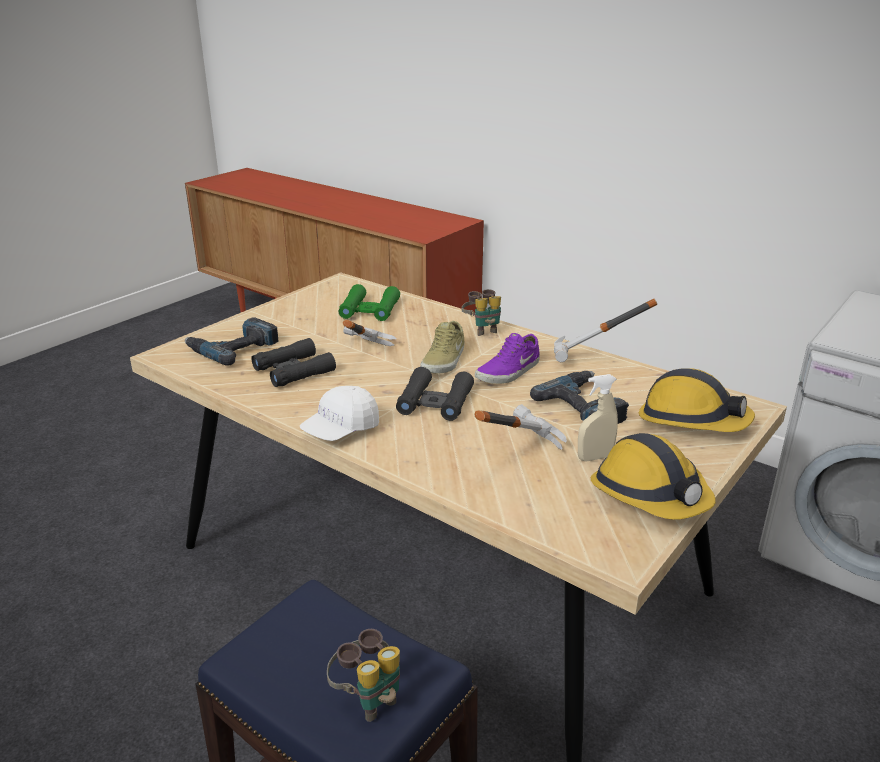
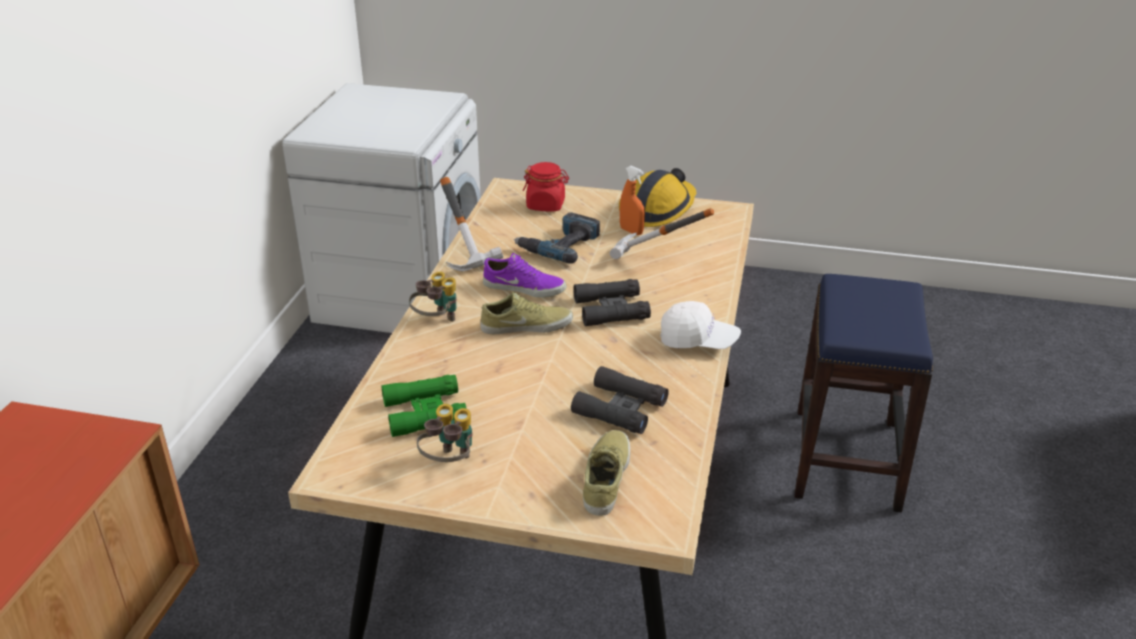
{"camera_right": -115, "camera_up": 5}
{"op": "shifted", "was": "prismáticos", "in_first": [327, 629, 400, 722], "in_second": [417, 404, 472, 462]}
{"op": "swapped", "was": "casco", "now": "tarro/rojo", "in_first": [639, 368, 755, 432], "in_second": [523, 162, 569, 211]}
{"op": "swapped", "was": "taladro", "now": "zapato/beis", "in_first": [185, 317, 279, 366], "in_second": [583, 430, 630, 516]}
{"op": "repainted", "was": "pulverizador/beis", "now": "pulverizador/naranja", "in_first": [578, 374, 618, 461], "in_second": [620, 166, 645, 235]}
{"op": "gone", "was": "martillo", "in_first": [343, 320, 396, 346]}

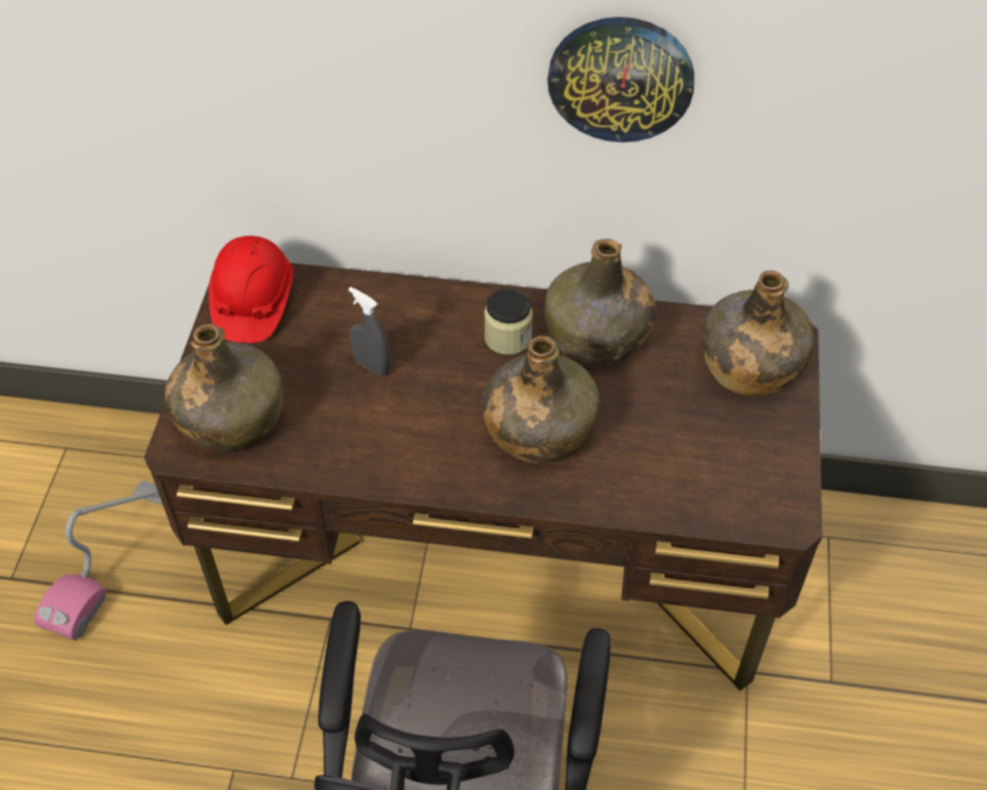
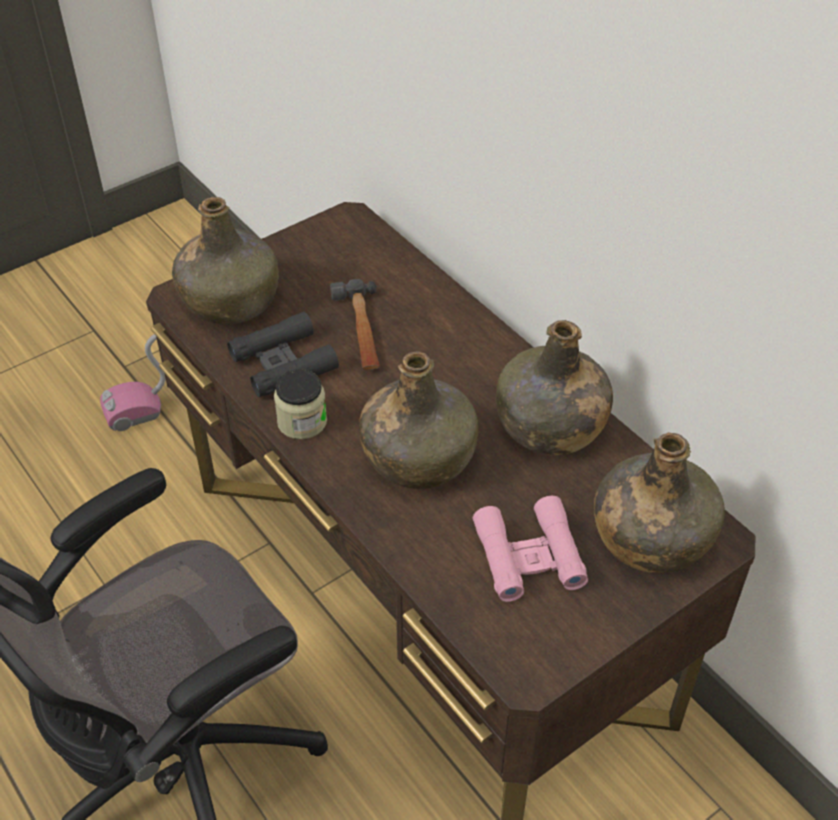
{"camera_right": 45, "camera_up": -5}
{"op": "new", "now": "prismáticos/negro", "in_second": [227, 312, 339, 397]}
{"op": "shifted", "was": "tarro", "in_first": [484, 289, 533, 355], "in_second": [274, 369, 327, 439]}
{"op": "swapped", "was": "pulverizador/gris", "now": "martillo", "in_first": [348, 287, 390, 376], "in_second": [330, 279, 380, 370]}
{"op": "new", "now": "prismáticos/rosa", "in_second": [473, 496, 588, 602]}
{"op": "gone", "was": "casco/rojo", "in_first": [209, 236, 294, 343]}
{"op": "gone", "was": "reloj de pared", "in_first": [547, 17, 694, 142]}

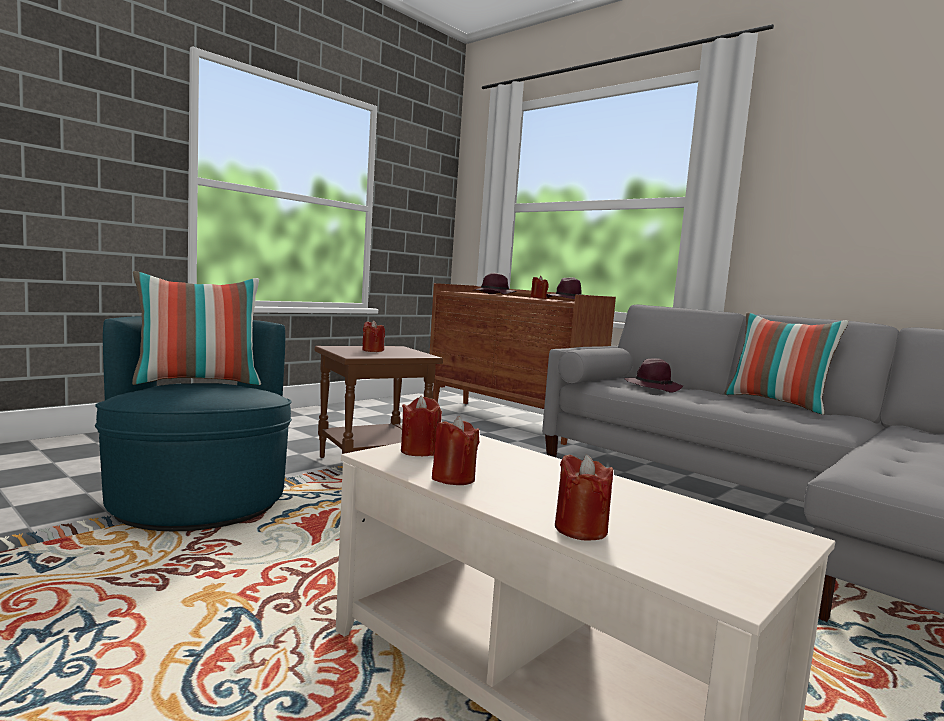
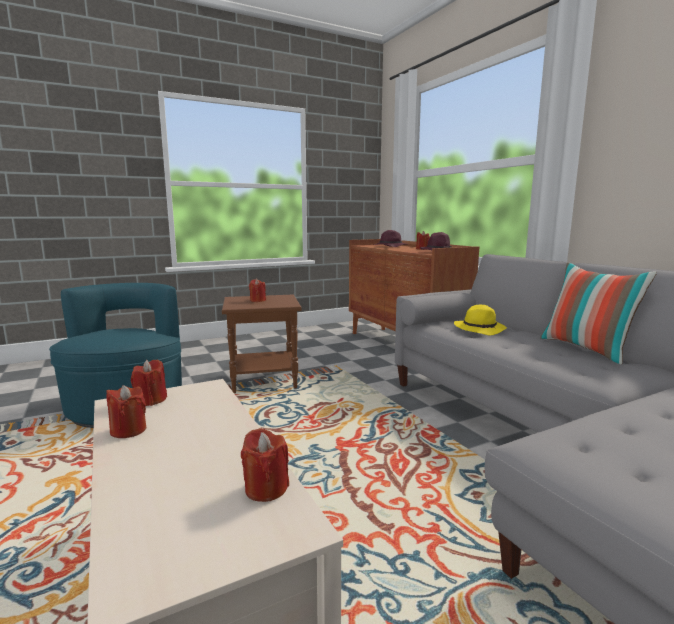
{"camera_right": 20, "camera_up": 5}
{"op": "shifted", "was": "vela/rojo", "in_first": [555, 454, 613, 540], "in_second": [241, 428, 289, 502]}
{"op": "repainted", "was": "sombrero/morado", "now": "sombrero/amarillo", "in_first": [624, 359, 683, 392], "in_second": [454, 305, 507, 335]}
{"op": "gone", "was": "cojín", "in_first": [132, 271, 261, 385]}

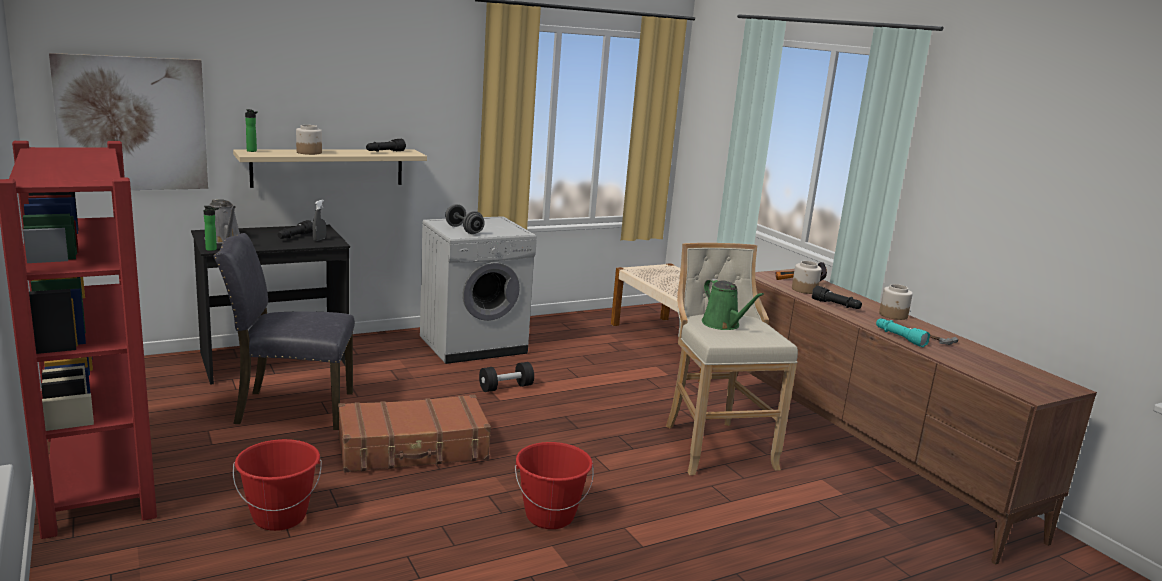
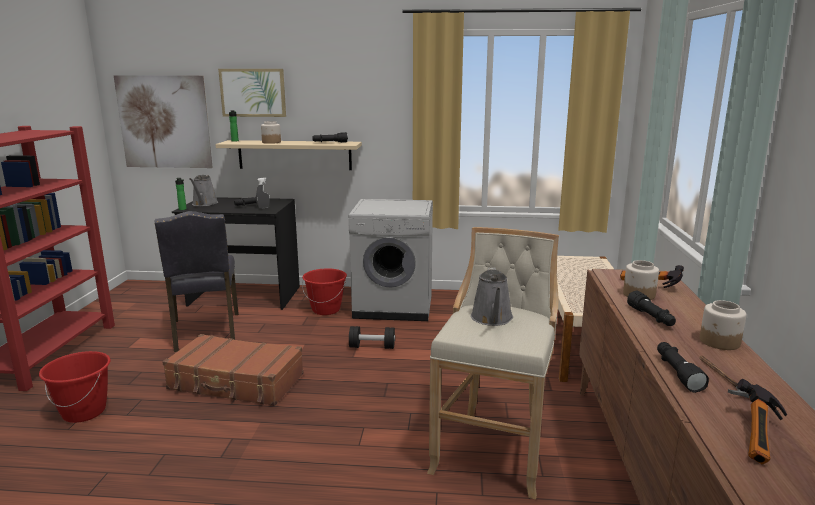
{"camera_right": 35, "camera_up": 0}
{"op": "rotated", "was": "silla/gris", "in_first": [213, 233, 355, 430], "in_second": [154, 211, 239, 352], "clockwise": -135}
{"op": "new", "now": "cuadro", "in_second": [218, 69, 286, 117]}
{"op": "shifted", "was": "cubo/rojo", "in_first": [515, 442, 594, 529], "in_second": [302, 268, 347, 315]}
{"op": "repainted", "was": "regadera/verde", "now": "regadera/gris", "in_first": [702, 279, 764, 330], "in_second": [471, 267, 513, 326]}
{"op": "repainted", "was": "linterna/turquesa", "now": "linterna/negro", "in_first": [876, 318, 930, 347], "in_second": [657, 342, 709, 393]}
{"op": "new", "now": "martillo", "in_second": [737, 379, 787, 464]}
{"op": "gone", "was": "mancuerna/gris", "in_first": [445, 204, 485, 234]}

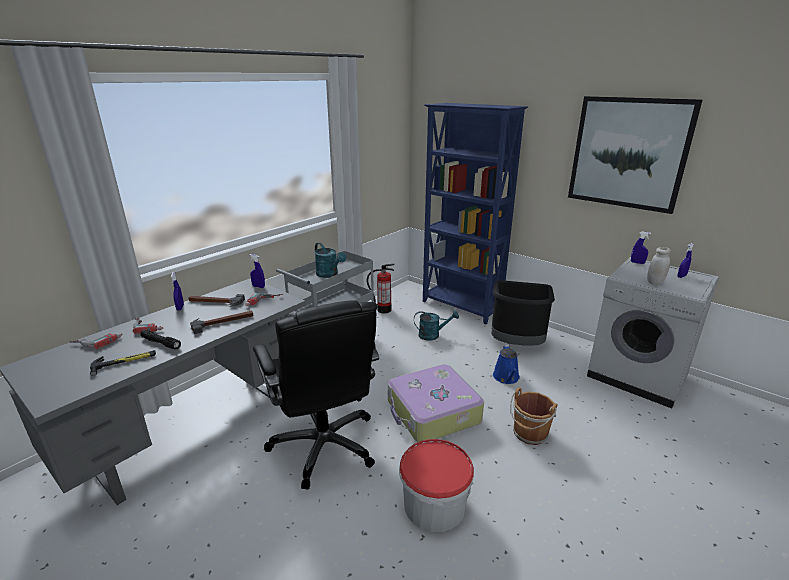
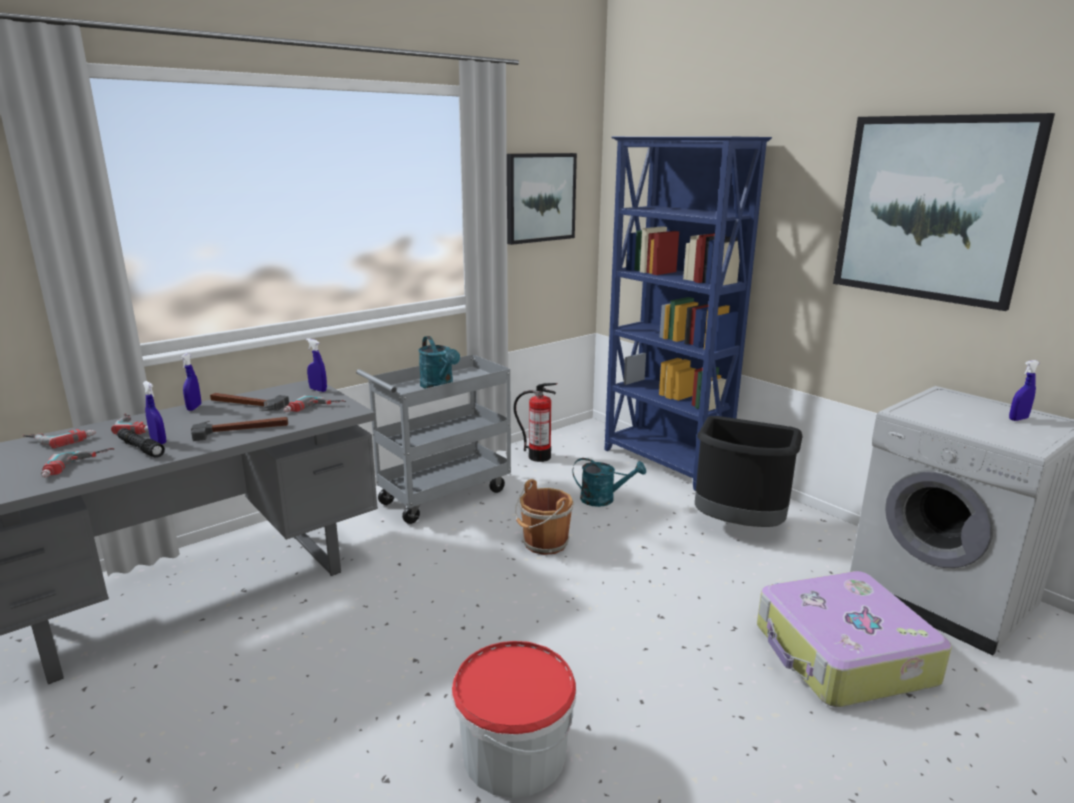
{"camera_right": 10, "camera_up": -5}
{"op": "swapped", "was": "martillo", "now": "taladro", "in_first": [90, 350, 156, 376], "in_second": [41, 448, 115, 478]}
{"op": "shifted", "was": "pulverizador/azul", "in_first": [631, 231, 651, 264], "in_second": [143, 381, 166, 444]}
{"op": "new", "now": "cuadro", "in_second": [507, 153, 577, 245]}
{"op": "shifted", "was": "cubo/marrón", "in_first": [510, 387, 558, 445], "in_second": [515, 479, 575, 555]}
{"op": "shifted", "was": "maleta", "in_first": [387, 364, 484, 442], "in_second": [757, 571, 952, 707]}
{"op": "gone", "was": "silla de oficina/negro", "in_first": [253, 300, 379, 490]}
{"op": "gone", "was": "regadera/azul", "in_first": [493, 344, 520, 384]}
{"op": "gone", "was": "tarro/blanco", "in_first": [647, 247, 671, 285]}

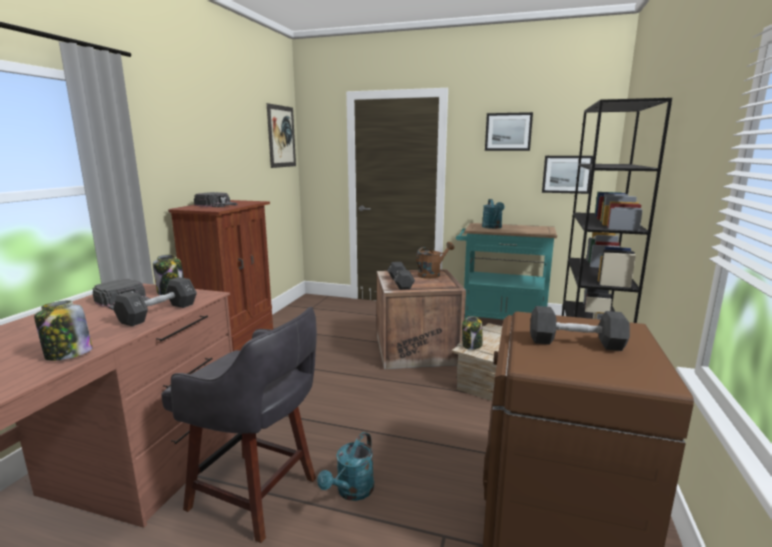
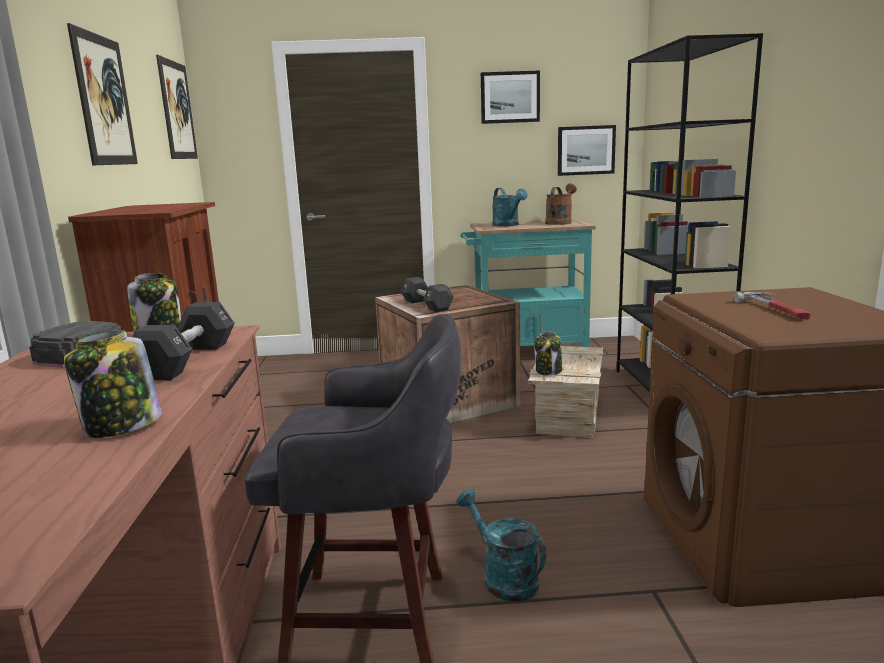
{"camera_right": -20, "camera_up": 0}
{"op": "new", "now": "cuadro", "in_second": [67, 23, 138, 165]}
{"op": "rotated", "was": "regadera/turquesa", "in_first": [317, 432, 374, 501], "in_second": [457, 489, 546, 602], "clockwise": 135}
{"op": "shifted", "was": "regadera/marrón", "in_first": [416, 242, 454, 279], "in_second": [545, 183, 577, 225]}
{"op": "swapped", "was": "mancuerna/negro", "now": "martillo", "in_first": [530, 306, 630, 351], "in_second": [734, 292, 811, 320]}
{"op": "gone", "was": "gorra/negro", "in_first": [194, 192, 238, 207]}

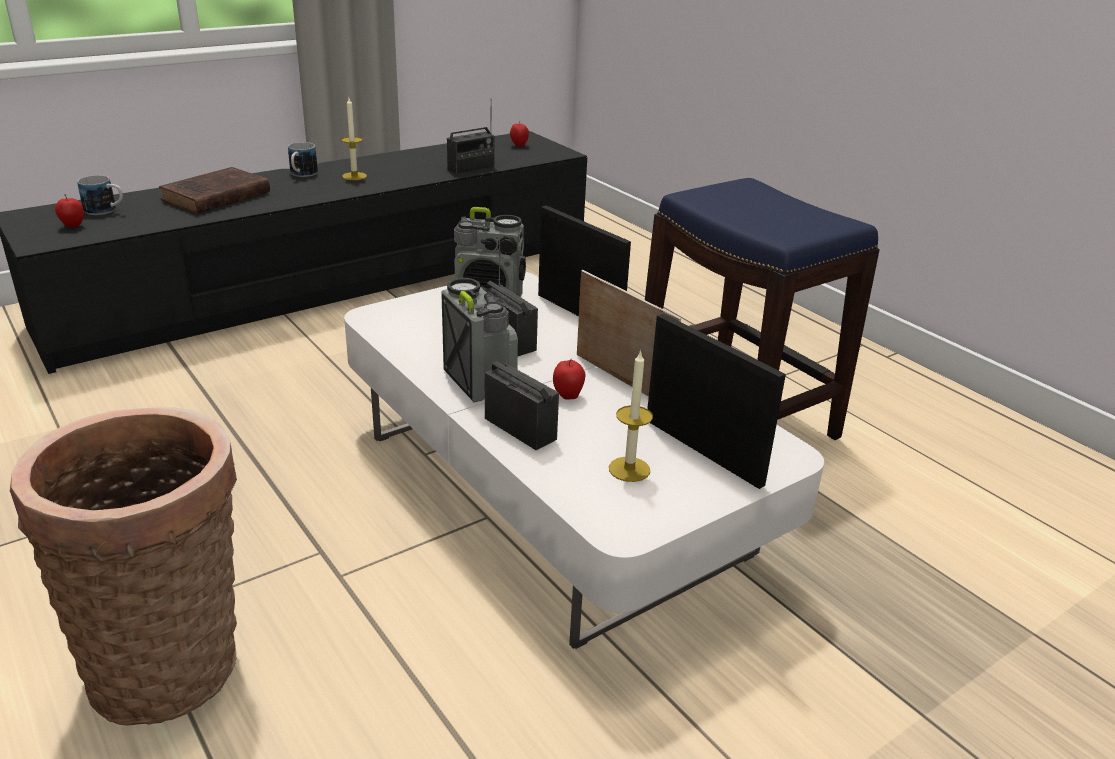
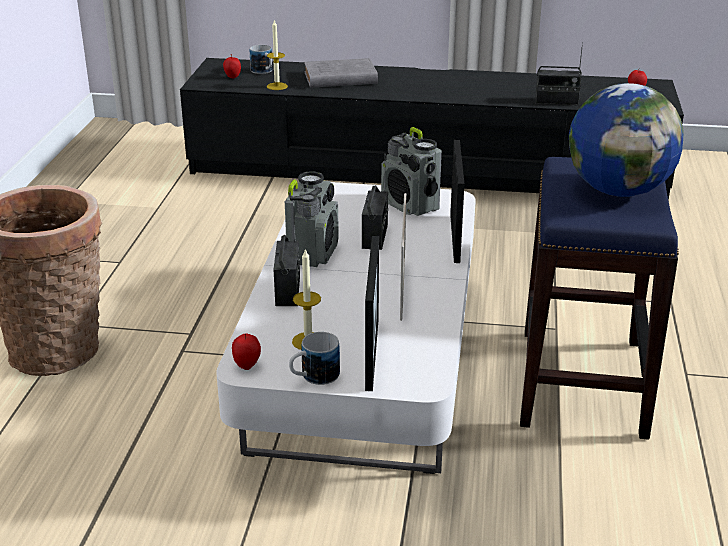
{"camera_right": 45, "camera_up": 0}
{"op": "shifted", "was": "manzana", "in_first": [553, 359, 585, 400], "in_second": [232, 334, 261, 370]}
{"op": "shifted", "was": "vela", "in_first": [341, 98, 367, 180], "in_second": [267, 20, 288, 90]}
{"op": "shifted", "was": "taza grande", "in_first": [288, 142, 318, 177], "in_second": [289, 332, 340, 385]}
{"op": "repainted", "was": "libro/marrón", "now": "libro/gris", "in_first": [159, 167, 270, 214], "in_second": [304, 58, 378, 88]}
{"op": "new", "now": "globo terráqueo", "in_second": [569, 83, 684, 197]}

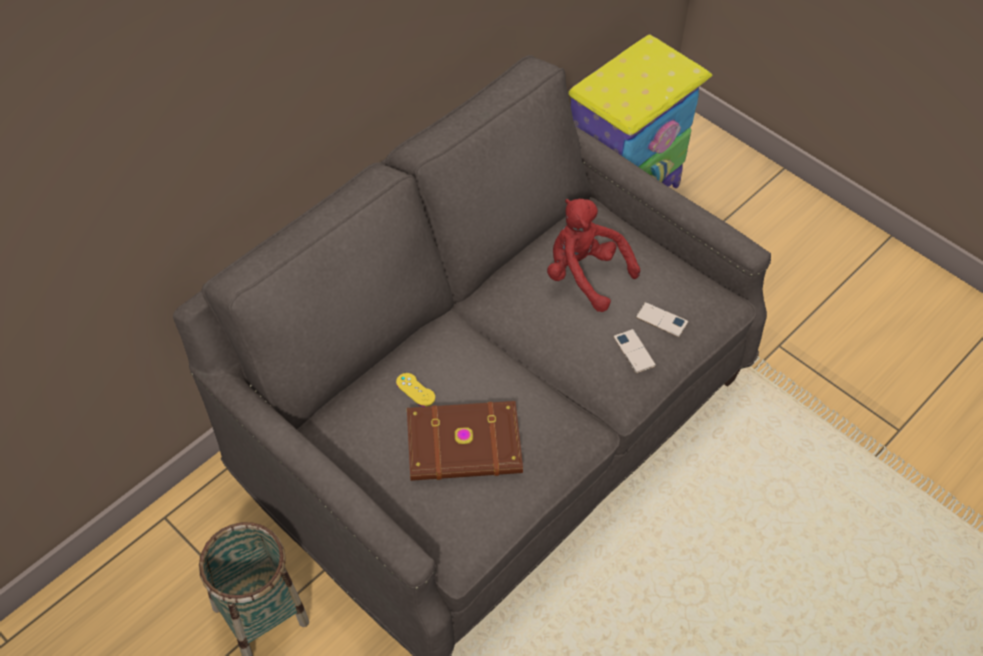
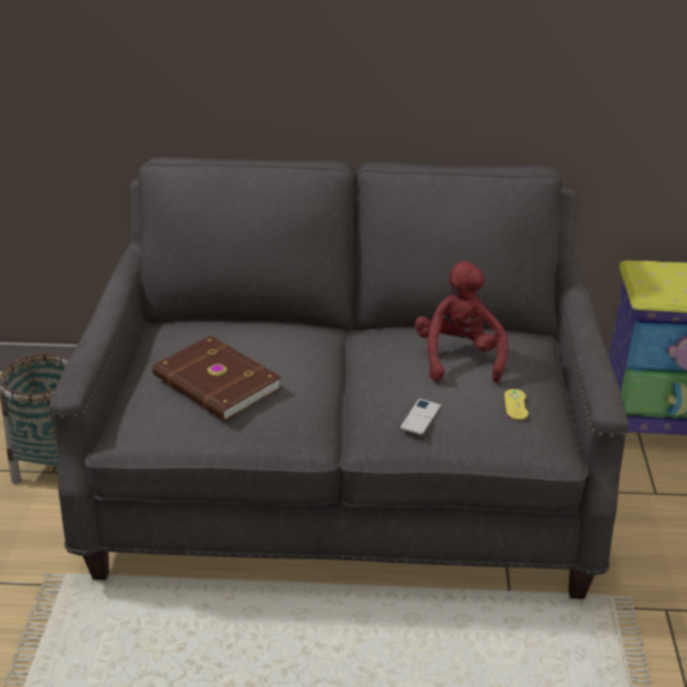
{"camera_right": 50, "camera_up": -20}
{"op": "shifted", "was": "mando de consola/amarillo", "in_first": [396, 373, 435, 407], "in_second": [504, 389, 528, 420]}
{"op": "gone", "was": "móvil", "in_first": [636, 302, 688, 337]}

